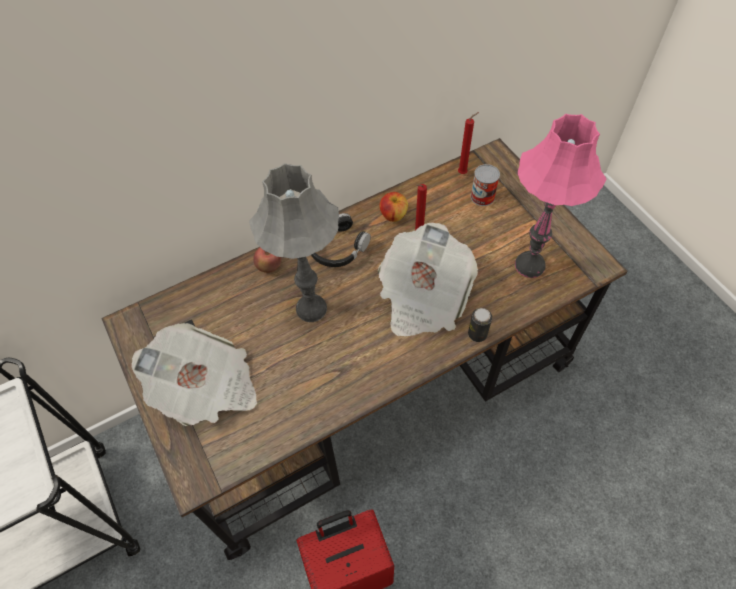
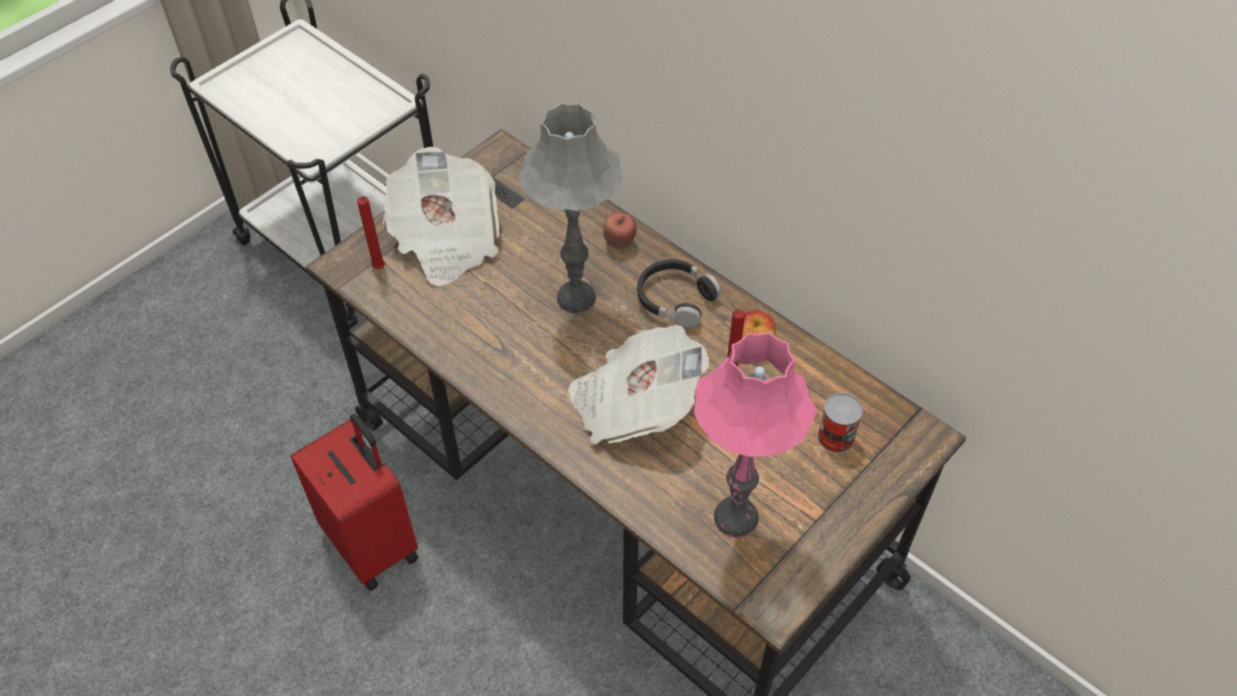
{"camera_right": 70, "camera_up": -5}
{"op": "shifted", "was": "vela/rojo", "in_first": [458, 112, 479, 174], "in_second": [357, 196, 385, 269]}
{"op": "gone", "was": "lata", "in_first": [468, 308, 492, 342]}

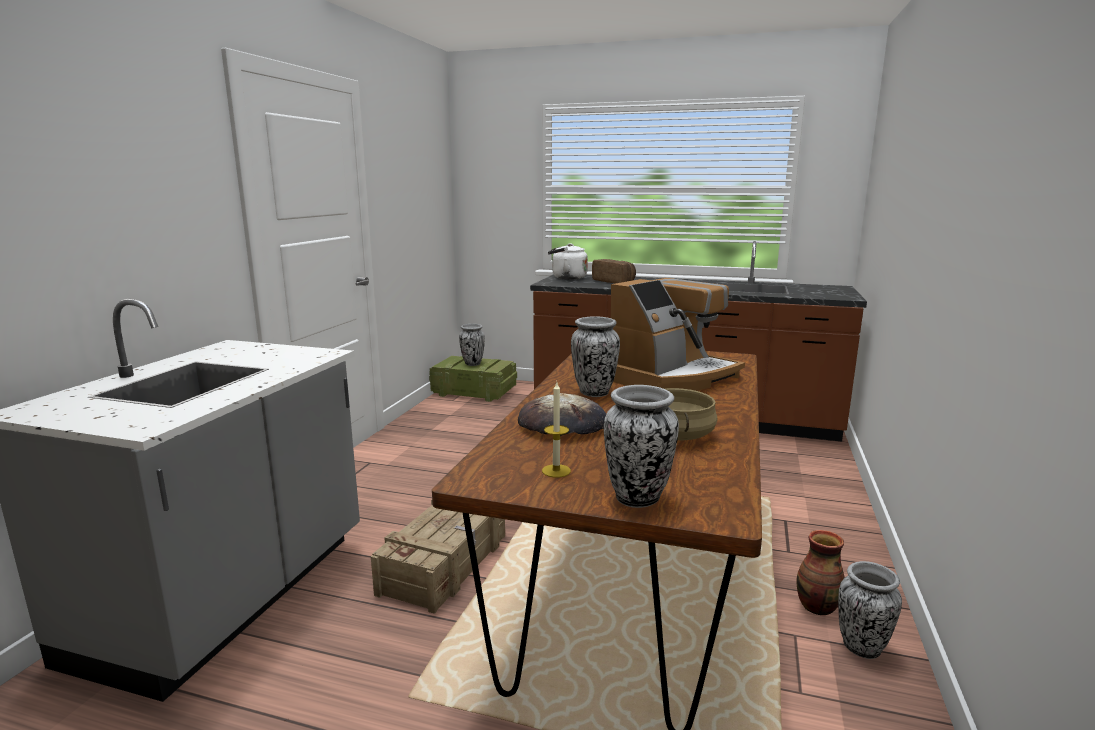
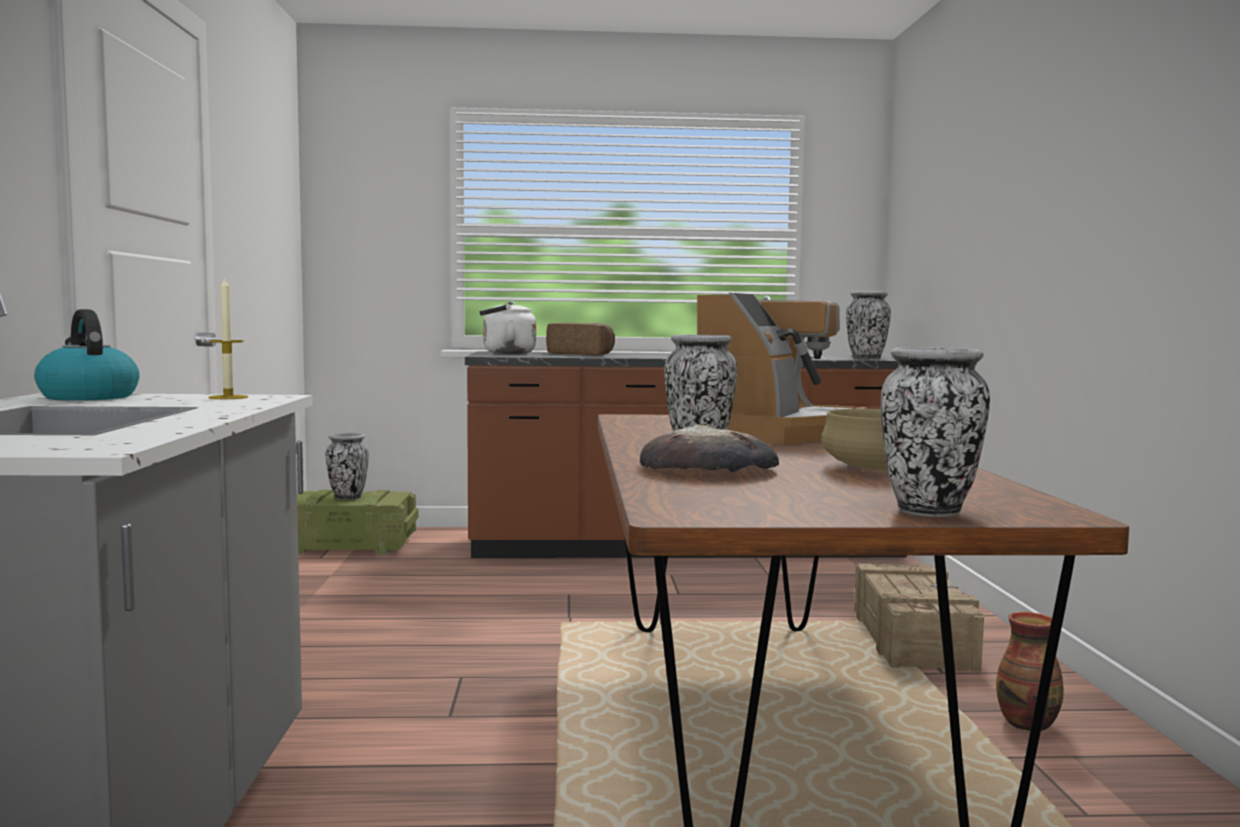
{"camera_right": -20, "camera_up": -10}
{"op": "new", "now": "hervidor", "in_second": [34, 309, 140, 401]}
{"op": "shifted", "was": "vela", "in_first": [542, 382, 571, 477], "in_second": [209, 276, 248, 399]}
{"op": "shifted", "was": "florero", "in_first": [838, 561, 902, 659], "in_second": [846, 292, 891, 360]}
{"op": "shifted", "was": "caja de embalaje", "in_first": [371, 500, 505, 614], "in_second": [854, 564, 984, 672]}

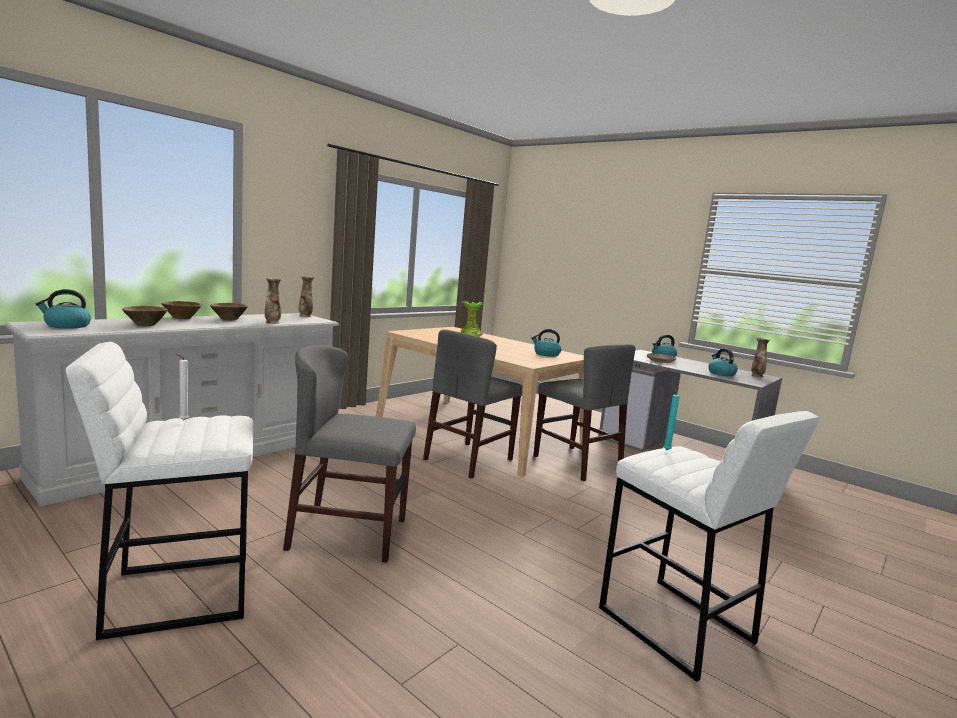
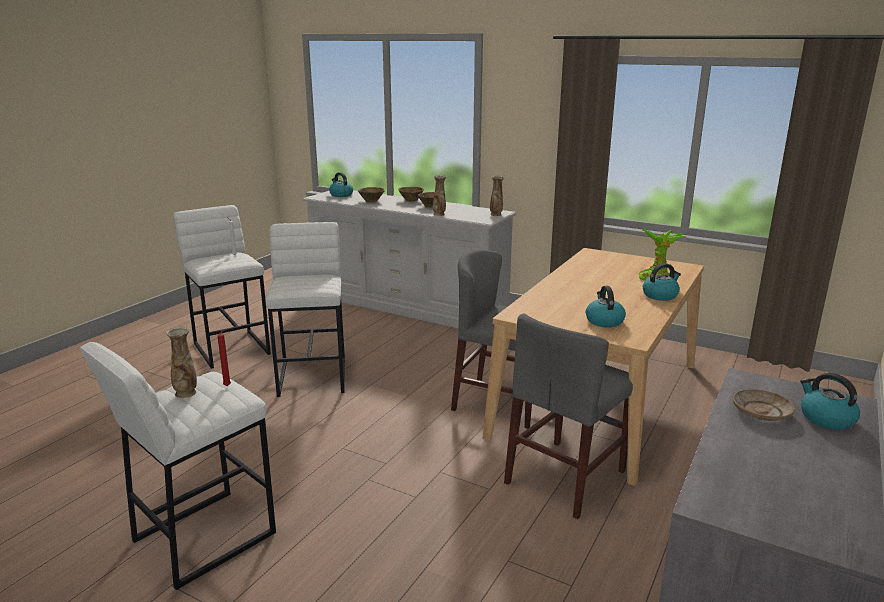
{"camera_right": 80, "camera_up": 10}
{"op": "shifted", "was": "florero", "in_first": [751, 338, 770, 378], "in_second": [166, 326, 197, 398]}
{"op": "repainted", "was": "vela/turquesa", "now": "vela/rojo", "in_first": [663, 388, 680, 450], "in_second": [217, 329, 231, 386]}
{"op": "swapped", "was": "silla/gris", "now": "taburete/blanco", "in_first": [283, 345, 416, 562], "in_second": [266, 222, 345, 397]}
{"op": "shifted", "was": "hervidor", "in_first": [708, 348, 738, 376], "in_second": [643, 263, 681, 301]}

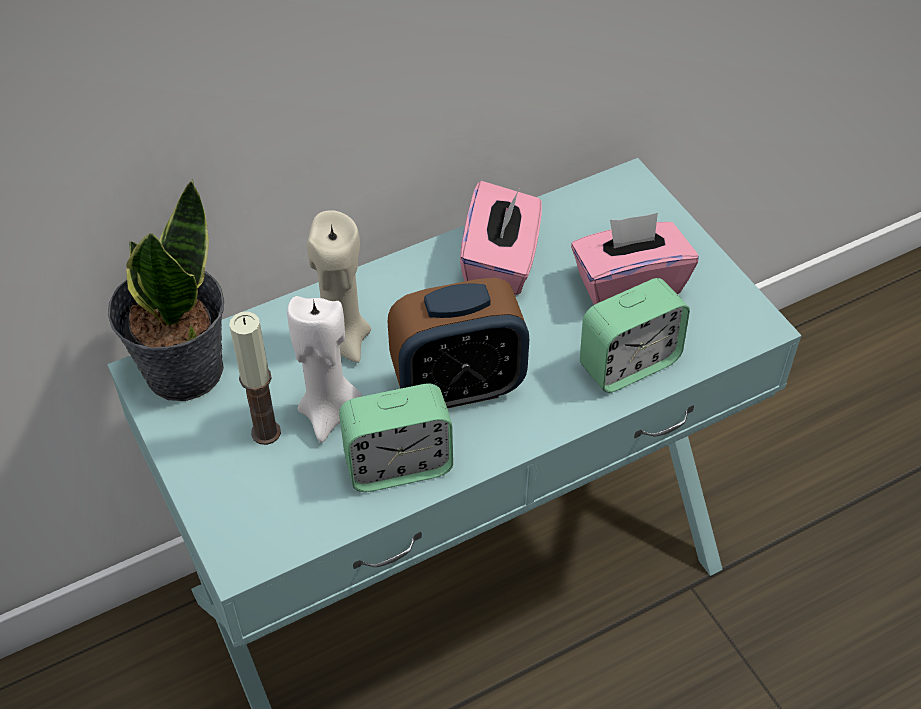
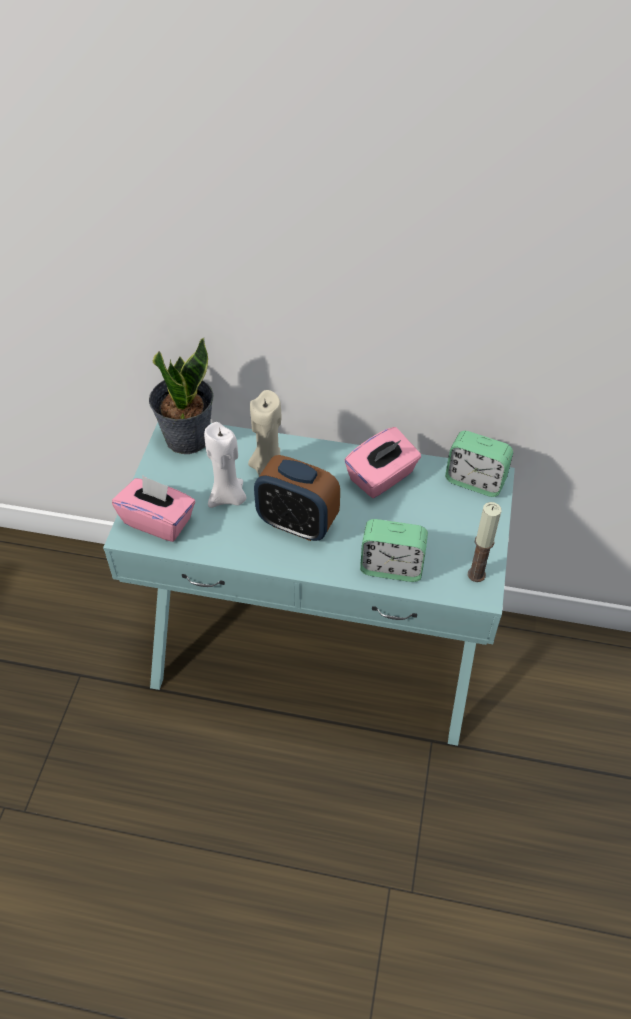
{"camera_right": 40, "camera_up": 0}
{"op": "shifted", "was": "caja de pañuelos/rosa", "in_first": [571, 213, 699, 305], "in_second": [112, 475, 195, 542]}
{"op": "shifted", "was": "despertador", "in_first": [339, 383, 453, 492], "in_second": [445, 431, 513, 497]}
{"op": "shifted", "was": "vela", "in_first": [229, 311, 281, 445], "in_second": [467, 502, 502, 582]}

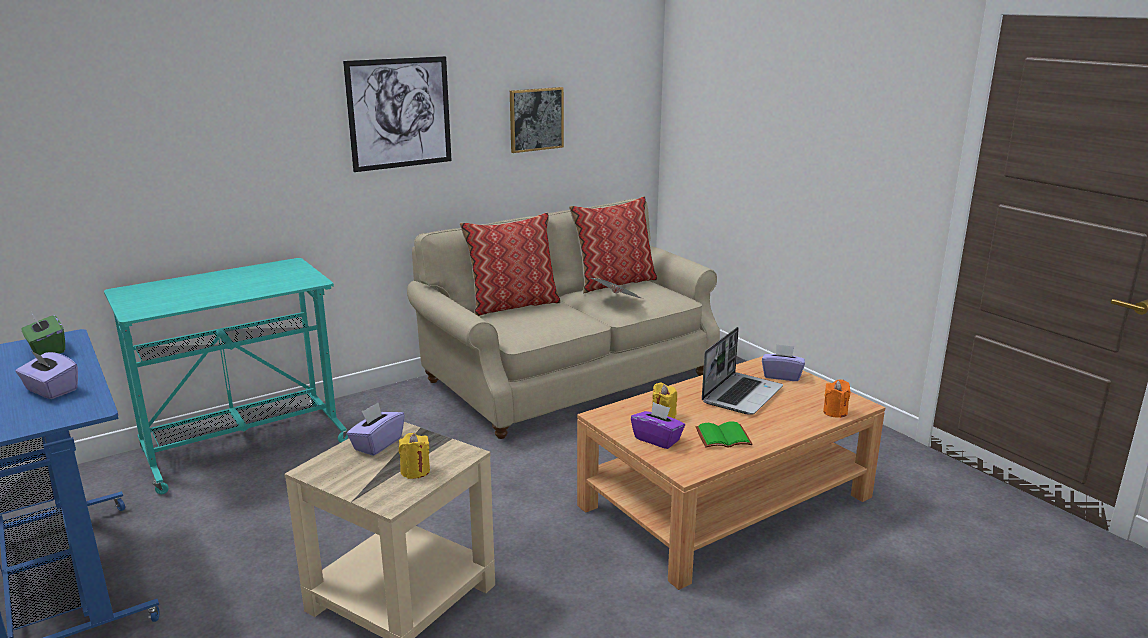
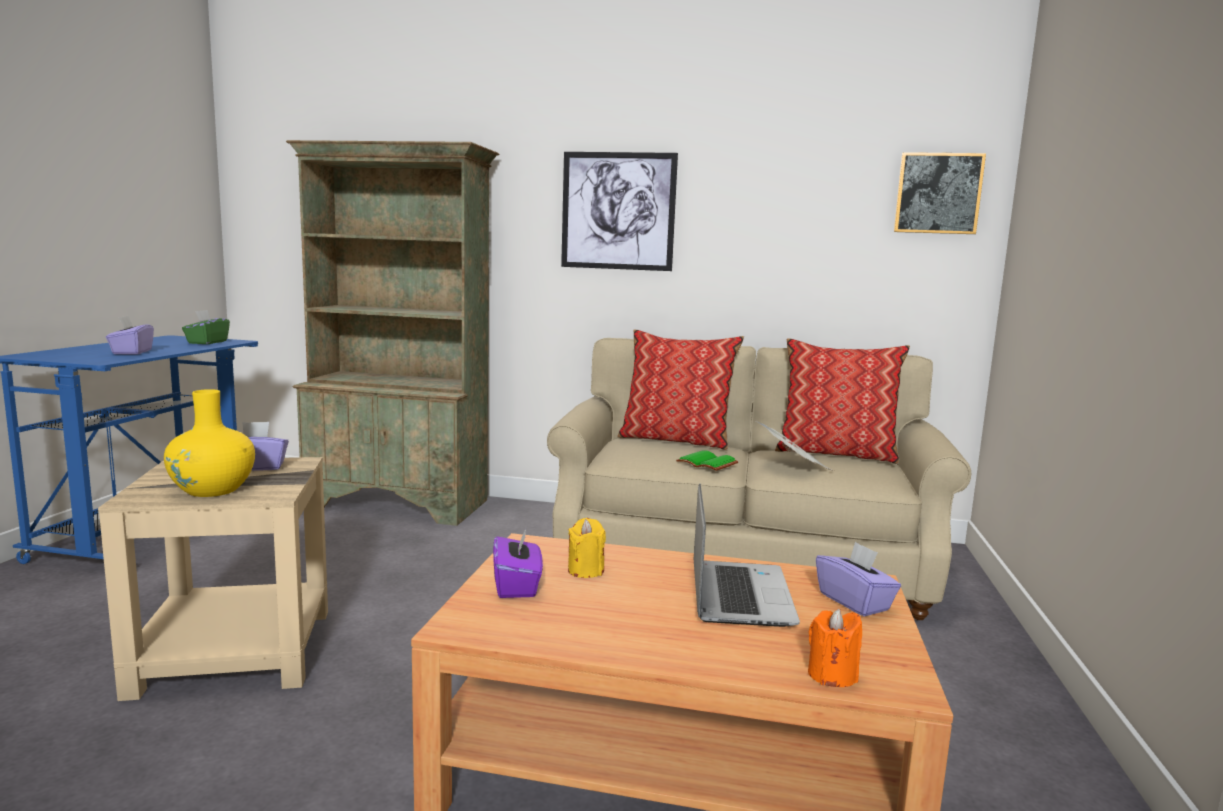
{"camera_right": 45, "camera_up": -10}
{"op": "swapped", "was": "vela/amarillo", "now": "florero/amarillo", "in_first": [399, 433, 430, 479], "in_second": [164, 389, 255, 497]}
{"op": "swapped", "was": "escritorio/turquesa", "now": "estantería/verde", "in_first": [104, 258, 348, 494], "in_second": [286, 140, 500, 526]}
{"op": "shifted", "was": "libro/verde", "in_first": [696, 421, 752, 448], "in_second": [676, 451, 738, 471]}
{"op": "rotated", "was": "portátil", "in_first": [702, 327, 783, 414], "in_second": [694, 483, 800, 627], "clockwise": -75}
{"op": "shifted", "was": "cuadro", "in_first": [510, 87, 564, 153], "in_second": [894, 152, 986, 234]}

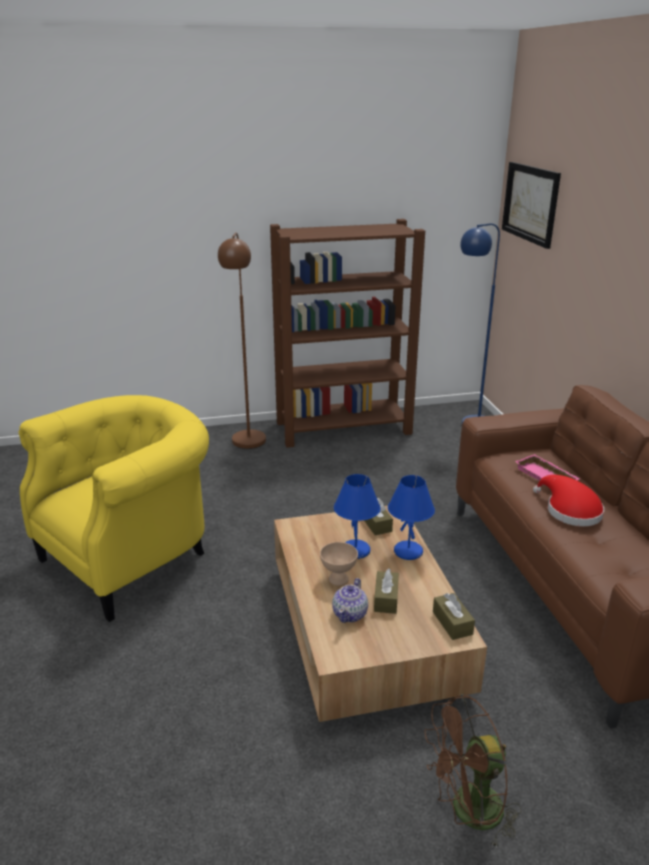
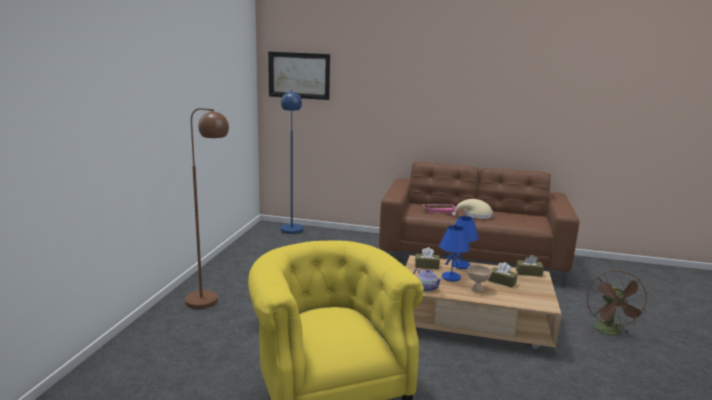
{"camera_right": -65, "camera_up": -10}
{"op": "shifted", "was": "tetera", "in_first": [332, 578, 368, 623], "in_second": [413, 269, 442, 292]}
{"op": "repainted", "was": "sombrero/rojo", "now": "sombrero/beis", "in_first": [533, 475, 604, 526], "in_second": [452, 199, 493, 219]}
{"op": "gone", "was": "estantería/marrón", "in_first": [270, 219, 425, 448]}

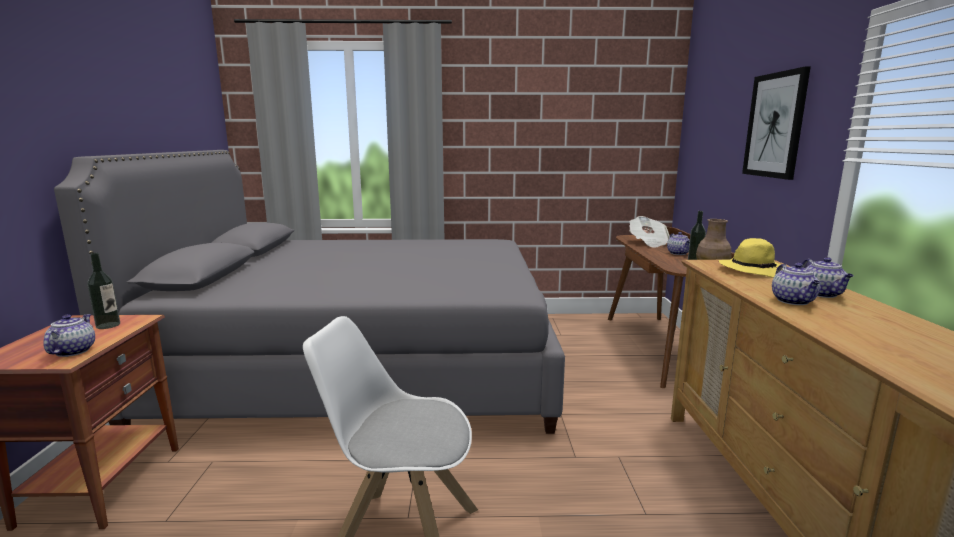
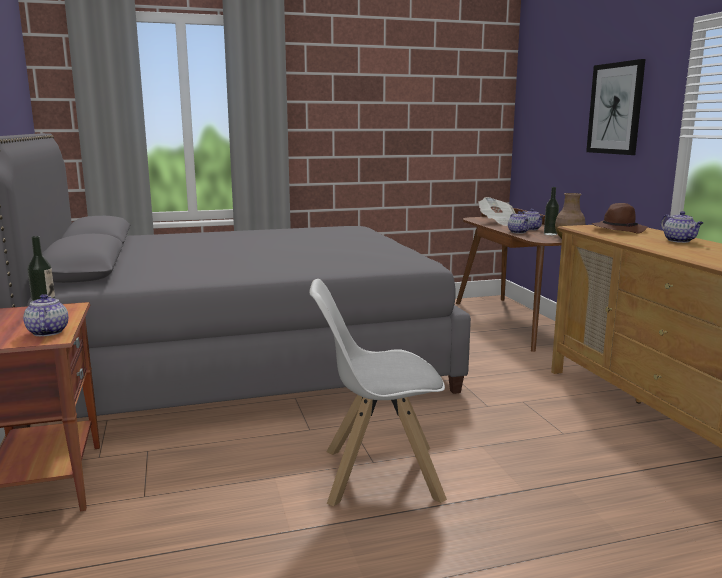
{"camera_right": -15, "camera_up": 0}
{"op": "shifted", "was": "tetera", "in_first": [772, 263, 820, 305], "in_second": [508, 211, 530, 234]}
{"op": "repainted", "was": "sombrero/amarillo", "now": "sombrero/marrón", "in_first": [719, 238, 782, 278], "in_second": [592, 203, 647, 234]}

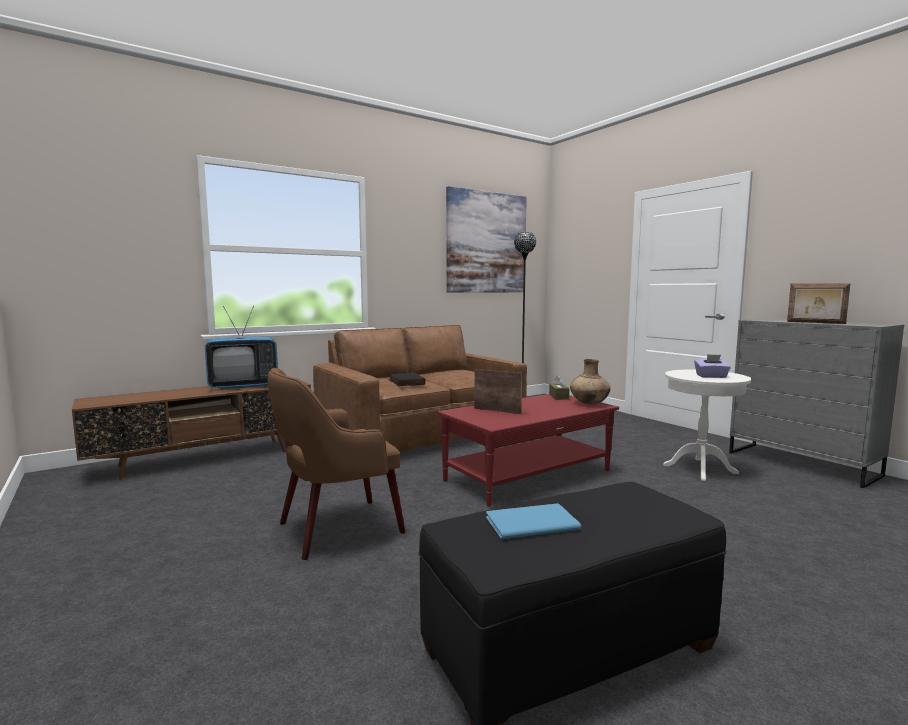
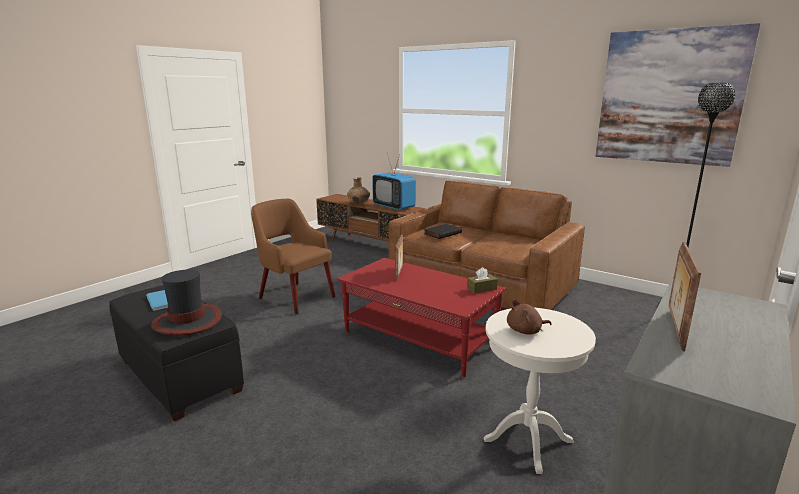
{"camera_right": 70, "camera_up": 10}
{"op": "new", "now": "sombrero", "in_second": [151, 270, 222, 336]}
{"op": "shifted", "was": "florero/marrón", "in_first": [570, 359, 610, 404], "in_second": [347, 178, 370, 204]}
{"op": "swapped", "was": "caja de pañuelos/morado", "now": "peluche/marrón", "in_first": [694, 354, 731, 378], "in_second": [507, 299, 552, 335]}

